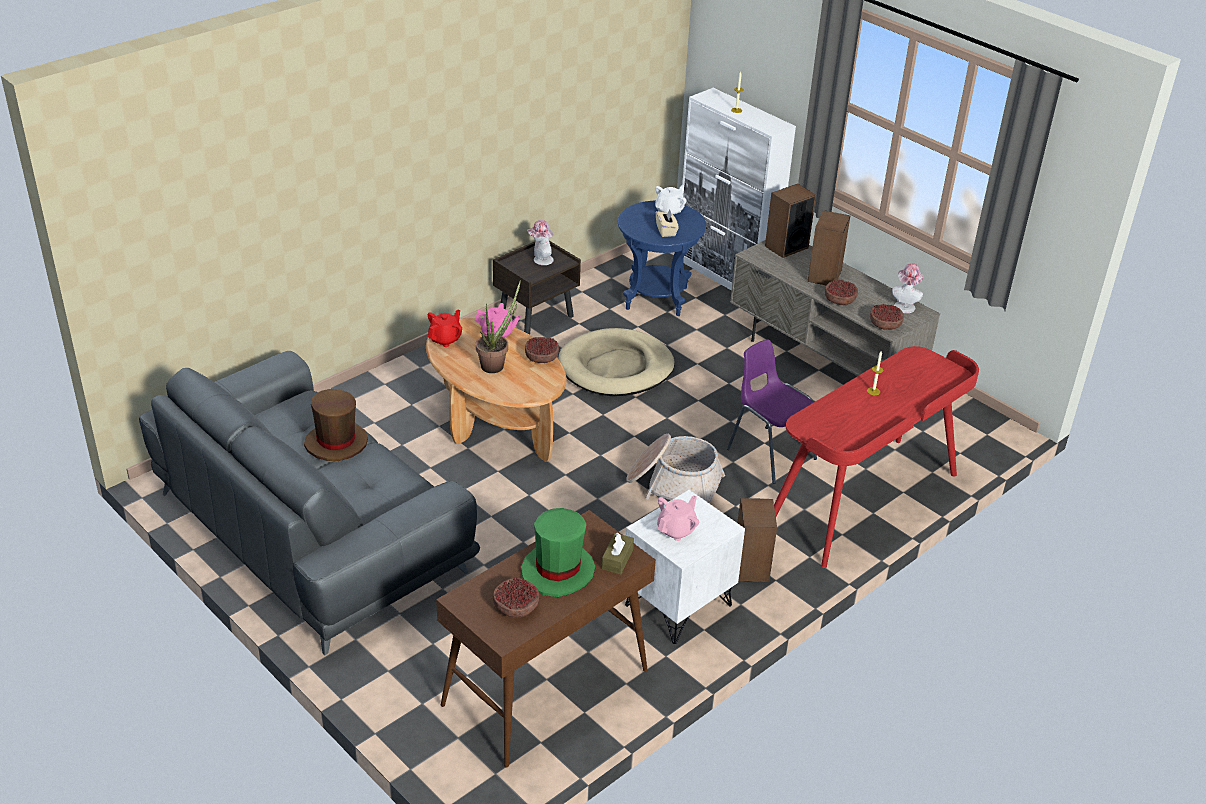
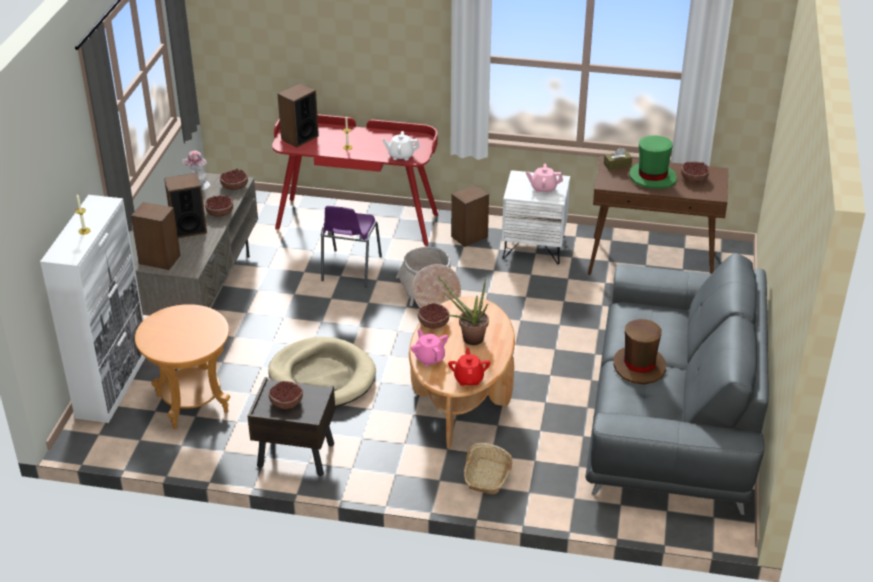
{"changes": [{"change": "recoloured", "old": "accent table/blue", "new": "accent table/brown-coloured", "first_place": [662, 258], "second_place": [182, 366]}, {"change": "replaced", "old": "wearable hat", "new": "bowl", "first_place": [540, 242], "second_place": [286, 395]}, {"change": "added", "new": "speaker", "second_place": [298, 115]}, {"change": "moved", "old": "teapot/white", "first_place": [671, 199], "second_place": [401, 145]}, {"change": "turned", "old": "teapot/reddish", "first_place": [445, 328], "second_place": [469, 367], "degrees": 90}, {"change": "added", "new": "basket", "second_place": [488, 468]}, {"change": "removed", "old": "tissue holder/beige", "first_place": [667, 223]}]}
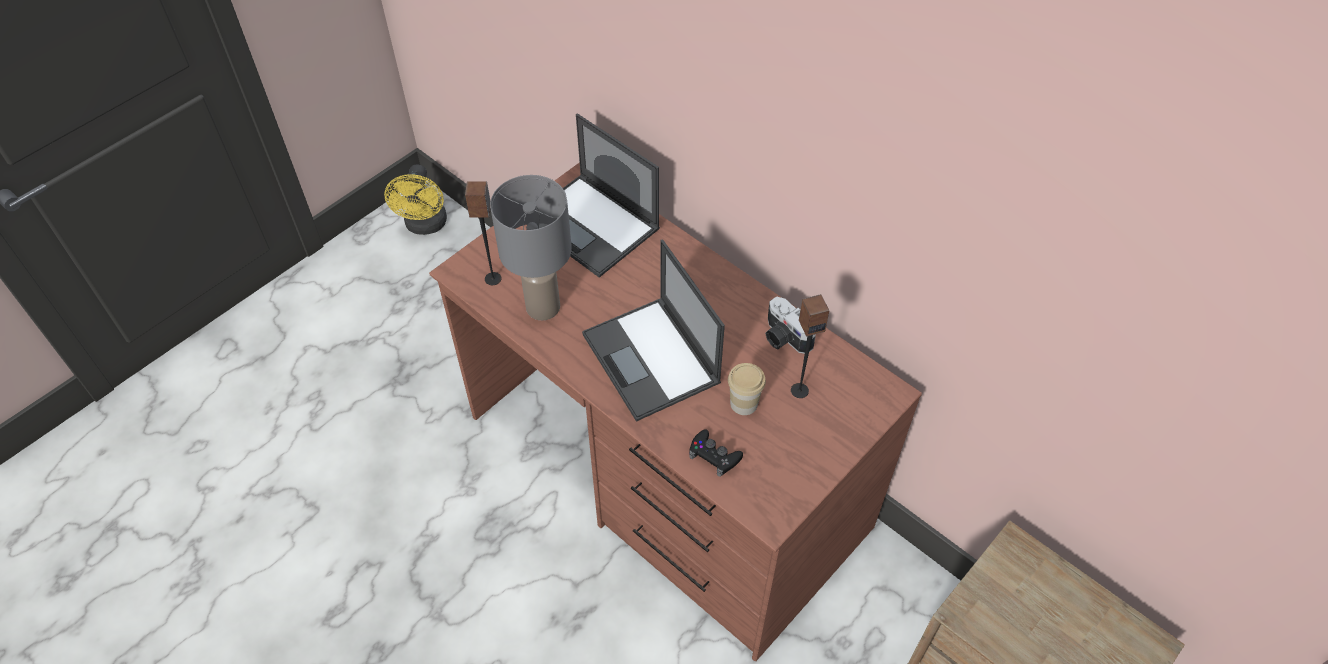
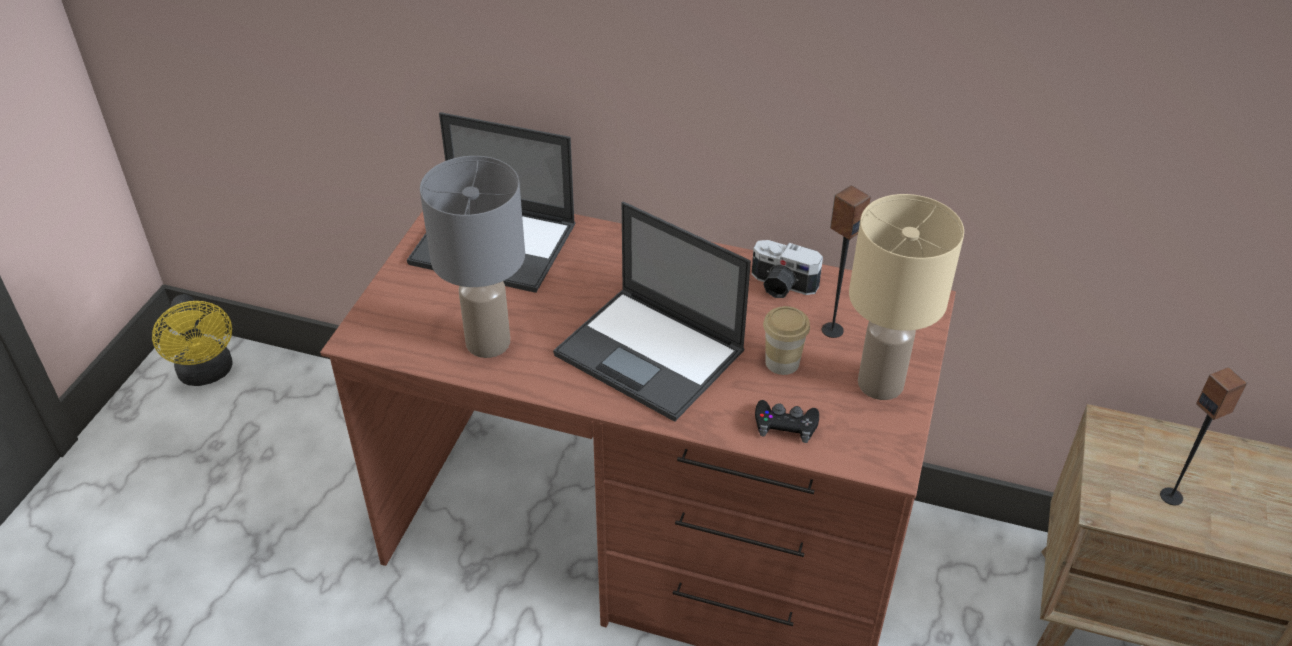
{"changes": [{"change": "added", "new": "lamp for a table/beige", "second_place": [906, 297]}, {"change": "moved", "old": "speaker", "first_place": [483, 233], "second_place": [1203, 436]}]}
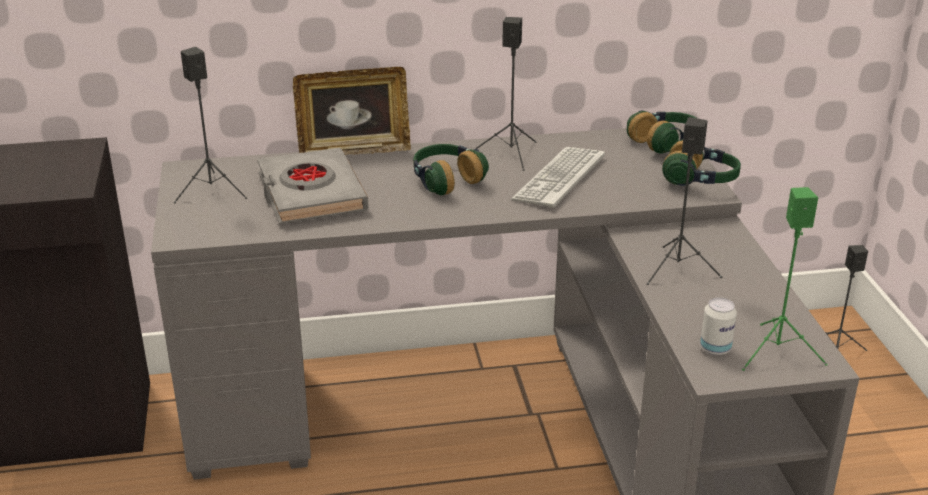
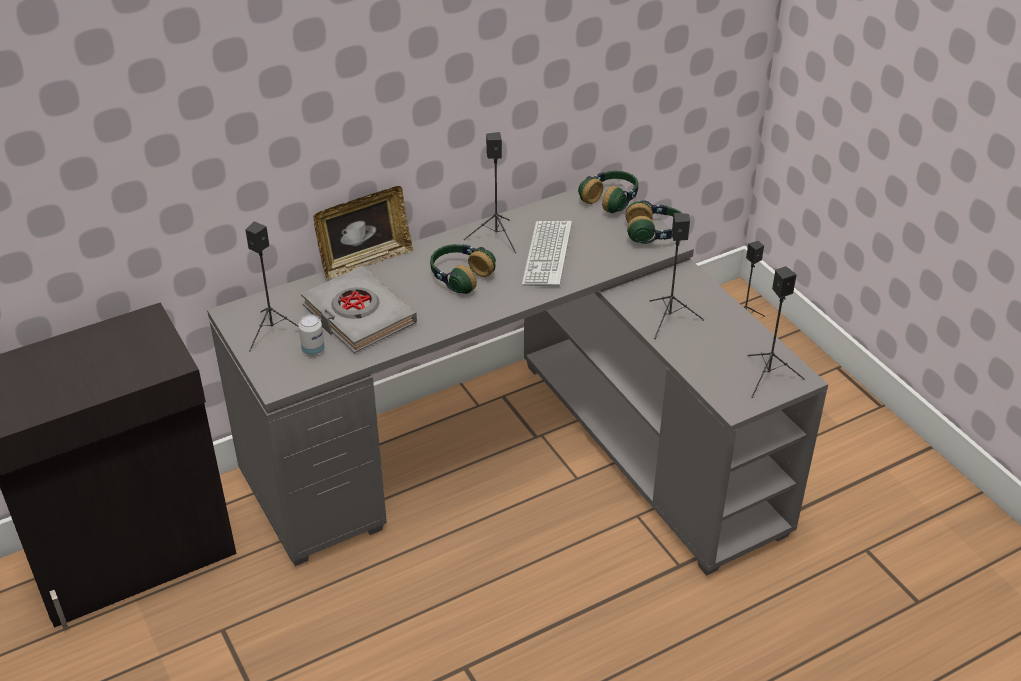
{"changes": [{"change": "moved", "old": "can", "first_place": [718, 326], "second_place": [311, 335]}, {"change": "recoloured", "old": "speaker/greenish", "new": "speaker/black", "first_place": [785, 279], "second_place": [776, 332]}]}
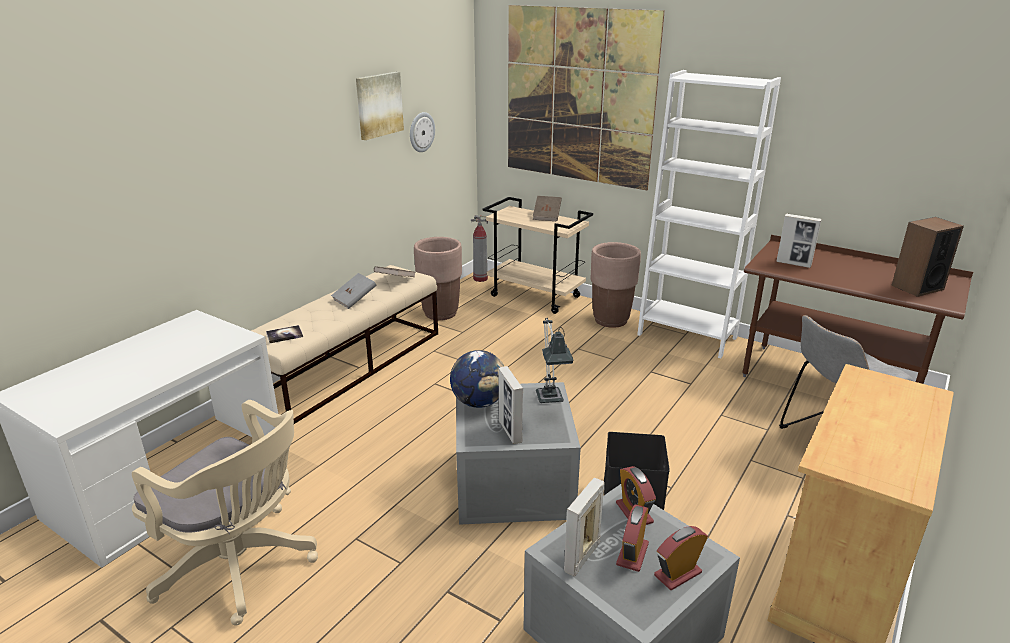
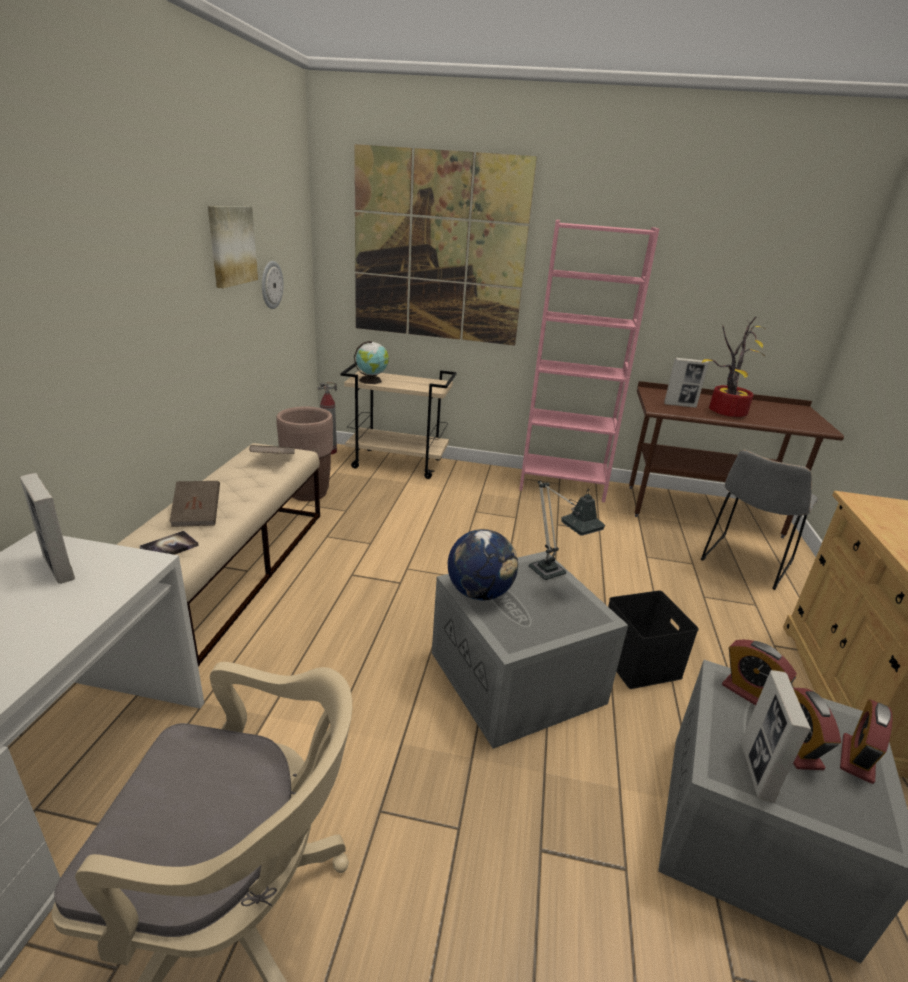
{"changes": [{"change": "moved", "old": "picture frame", "first_place": [511, 405], "second_place": [47, 528]}, {"change": "moved", "old": "book/brown-coloured", "first_place": [547, 208], "second_place": [194, 504]}, {"change": "added", "new": "desk globe", "second_place": [371, 362]}, {"change": "recoloured", "old": "shelving unit/white", "new": "shelving unit/pink-coloured", "first_place": [709, 214], "second_place": [589, 361]}, {"change": "added", "new": "houseplant", "second_place": [734, 367]}, {"change": "removed", "old": "book/grey", "first_place": [354, 291]}, {"change": "removed", "old": "plant pot/brown-coloured", "first_place": [616, 285]}, {"change": "removed", "old": "speaker", "first_place": [927, 257]}]}
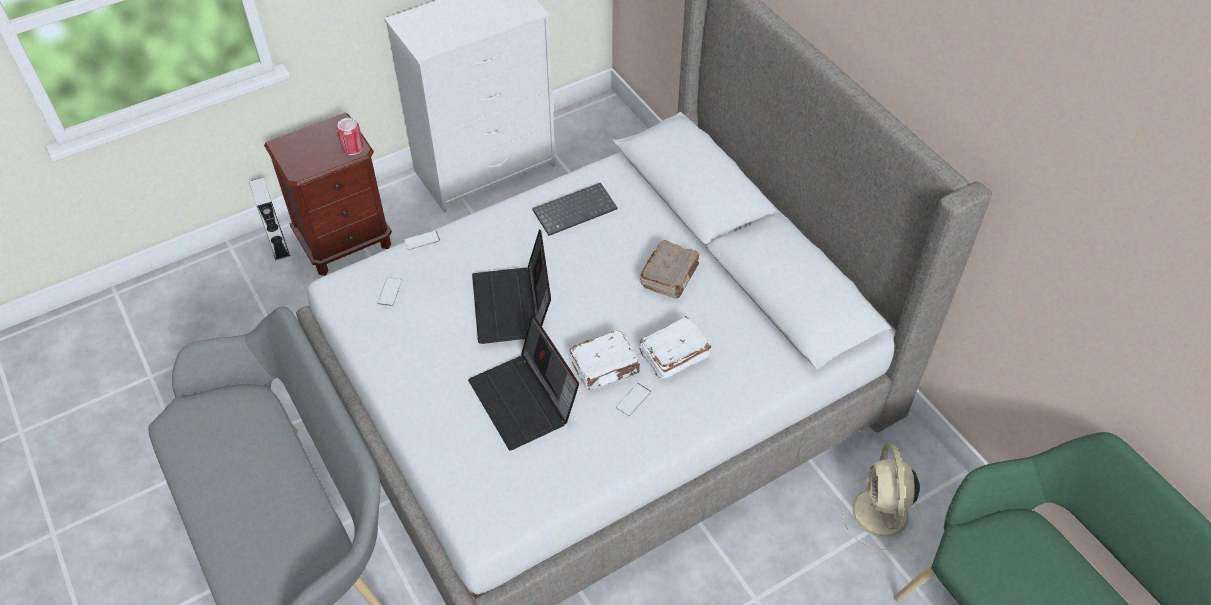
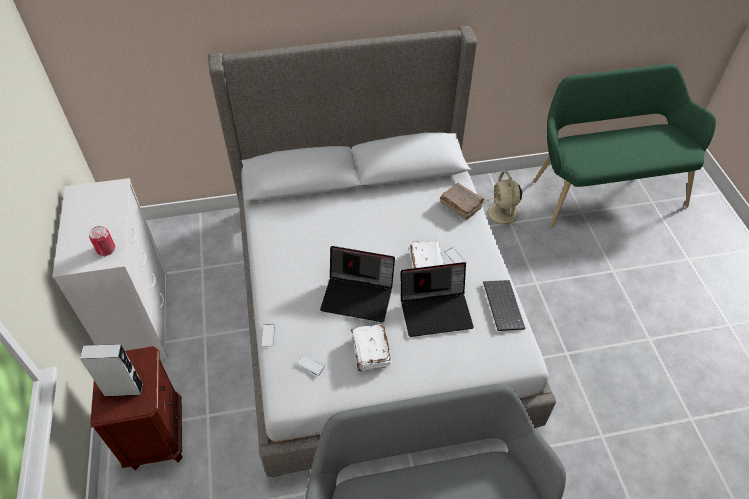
{"changes": [{"change": "moved", "old": "speaker/grey", "first_place": [269, 219], "second_place": [111, 370]}, {"change": "moved", "old": "can", "first_place": [349, 136], "second_place": [102, 241]}, {"change": "moved", "old": "book/white", "first_place": [675, 347], "second_place": [371, 347]}, {"change": "moved", "old": "book/brown-coloured", "first_place": [669, 269], "second_place": [462, 201]}, {"change": "turned", "old": "cooling fan/beige", "first_place": [882, 497], "second_place": [504, 200], "degrees": 60}, {"change": "moved", "old": "computer keyboard", "first_place": [575, 209], "second_place": [504, 305]}]}
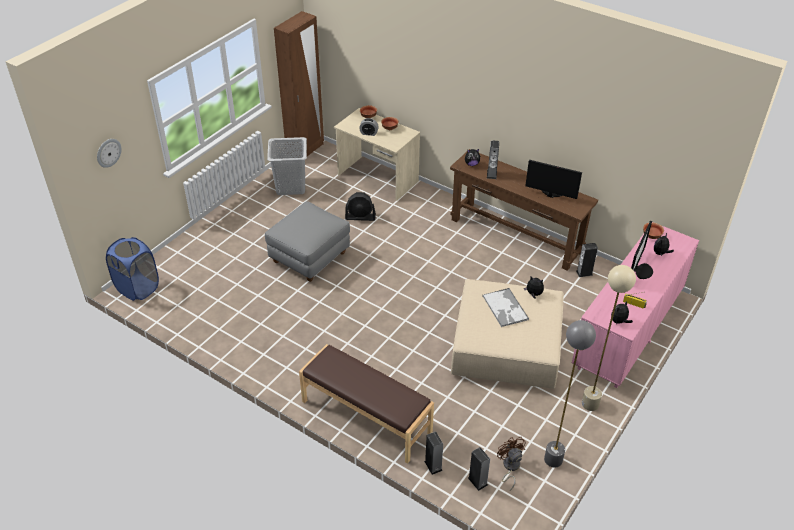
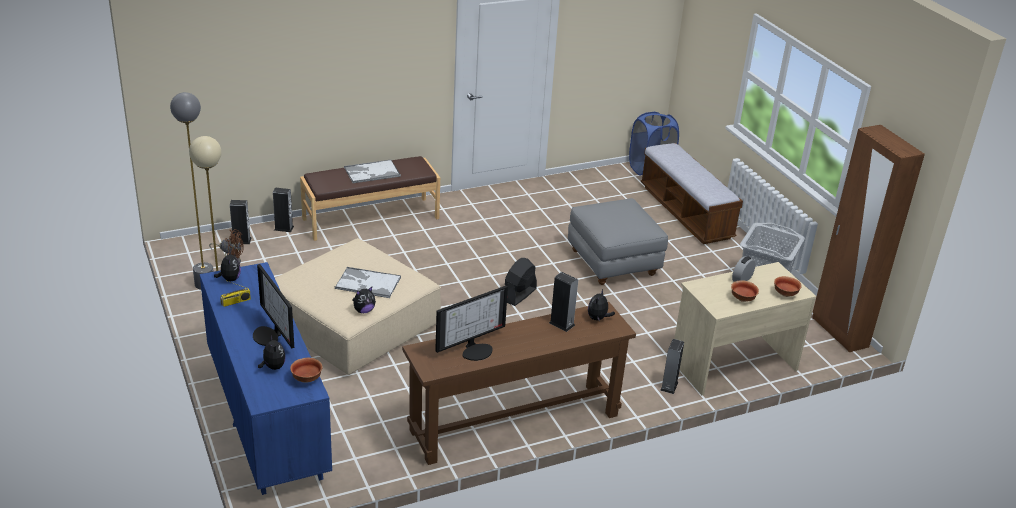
{"changes": [{"change": "recoloured", "old": "drawer chest/pink-coloured", "new": "drawer chest/blue", "first_place": [635, 305], "second_place": [266, 378]}, {"change": "added", "new": "tray", "second_place": [372, 171]}, {"change": "moved", "old": "cooling fan/black", "first_place": [360, 206], "second_place": [521, 282]}, {"change": "added", "new": "bench", "second_place": [692, 193]}, {"change": "moved", "old": "speaker", "first_place": [587, 260], "second_place": [672, 366]}, {"change": "removed", "old": "wall clock", "first_place": [109, 153]}]}
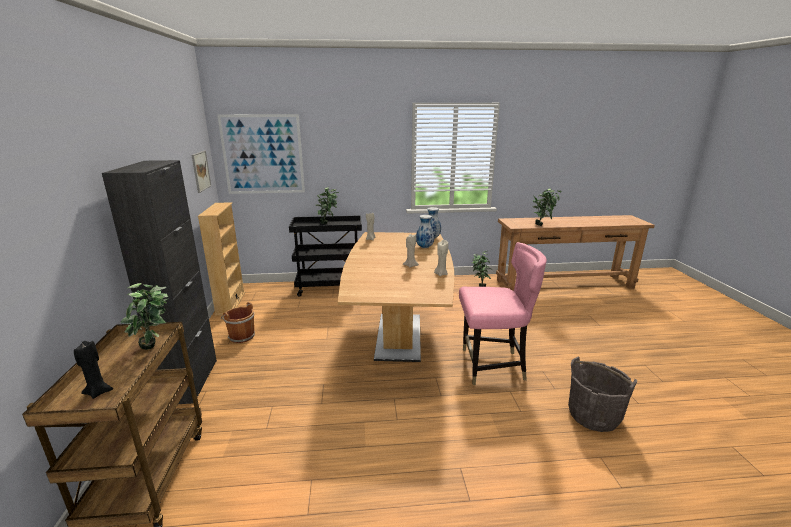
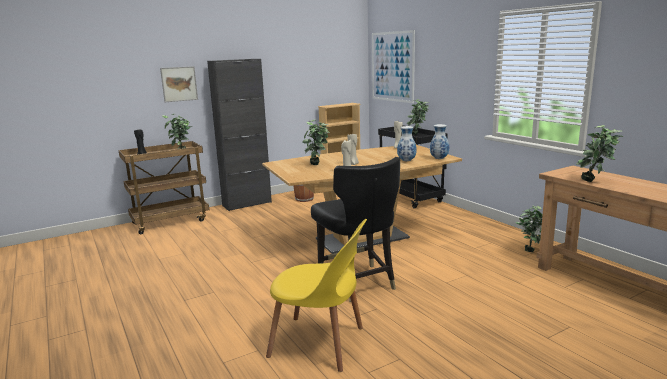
{"changes": [{"change": "moved", "old": "picture", "first_place": [201, 172], "second_place": [179, 84]}, {"change": "replaced", "old": "water bucket/grey", "new": "chair/yellowish", "first_place": [602, 394], "second_place": [316, 295]}, {"change": "added", "new": "houseplant", "second_place": [316, 142]}, {"change": "recoloured", "old": "chair/pink-coloured", "new": "chair/black", "first_place": [503, 313], "second_place": [355, 229]}]}
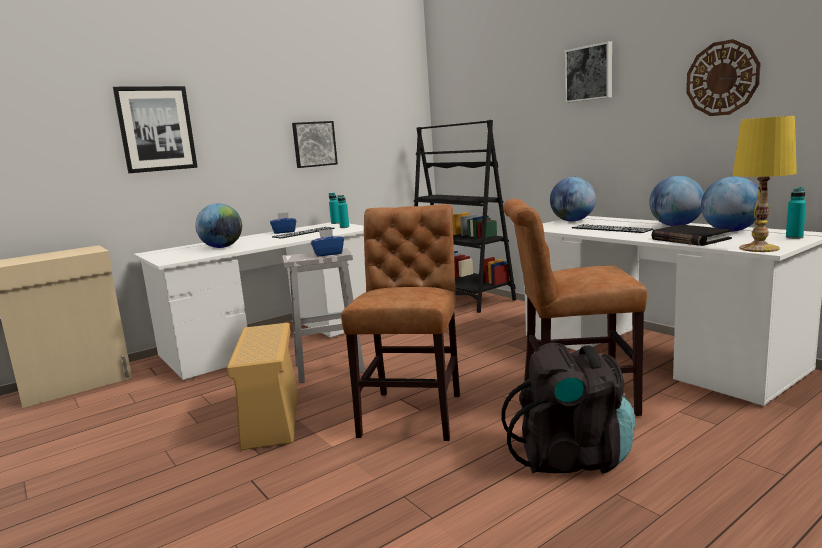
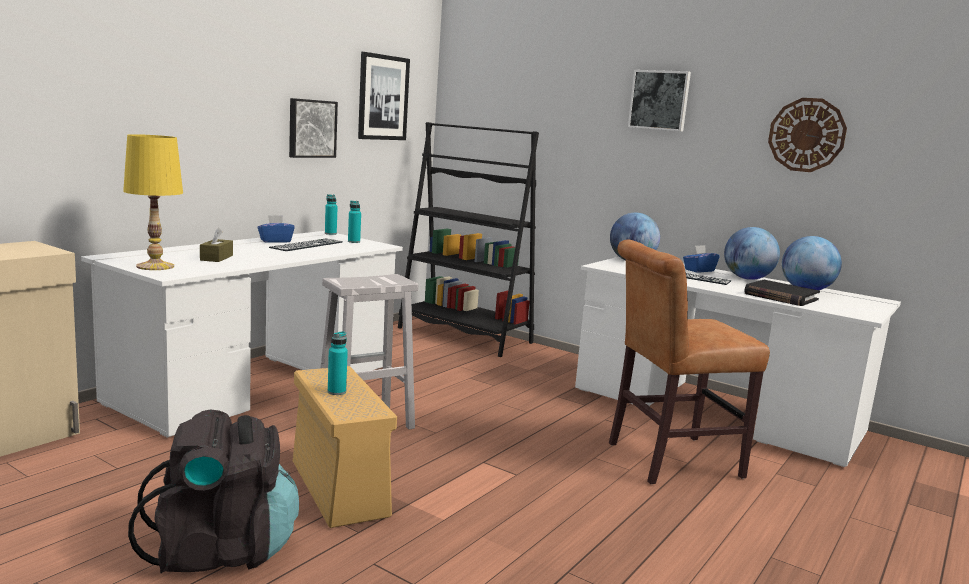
{"changes": [{"change": "moved", "old": "lamp for a table/yellowish", "first_place": [765, 184], "second_place": [153, 202]}, {"change": "moved", "old": "backpack/black", "first_place": [568, 408], "second_place": [213, 491]}, {"change": "replaced", "old": "desk globe", "new": "tissue holder/brown-coloured", "first_place": [218, 225], "second_place": [216, 244]}, {"change": "moved", "old": "drink bottle/turquoise-coloured", "first_place": [796, 213], "second_place": [338, 363]}, {"change": "moved", "old": "picture", "first_place": [155, 129], "second_place": [384, 96]}, {"change": "moved", "old": "tissue holder/blue", "first_place": [327, 243], "second_place": [701, 259]}, {"change": "removed", "old": "chair/brown-coloured", "first_place": [400, 322]}]}
